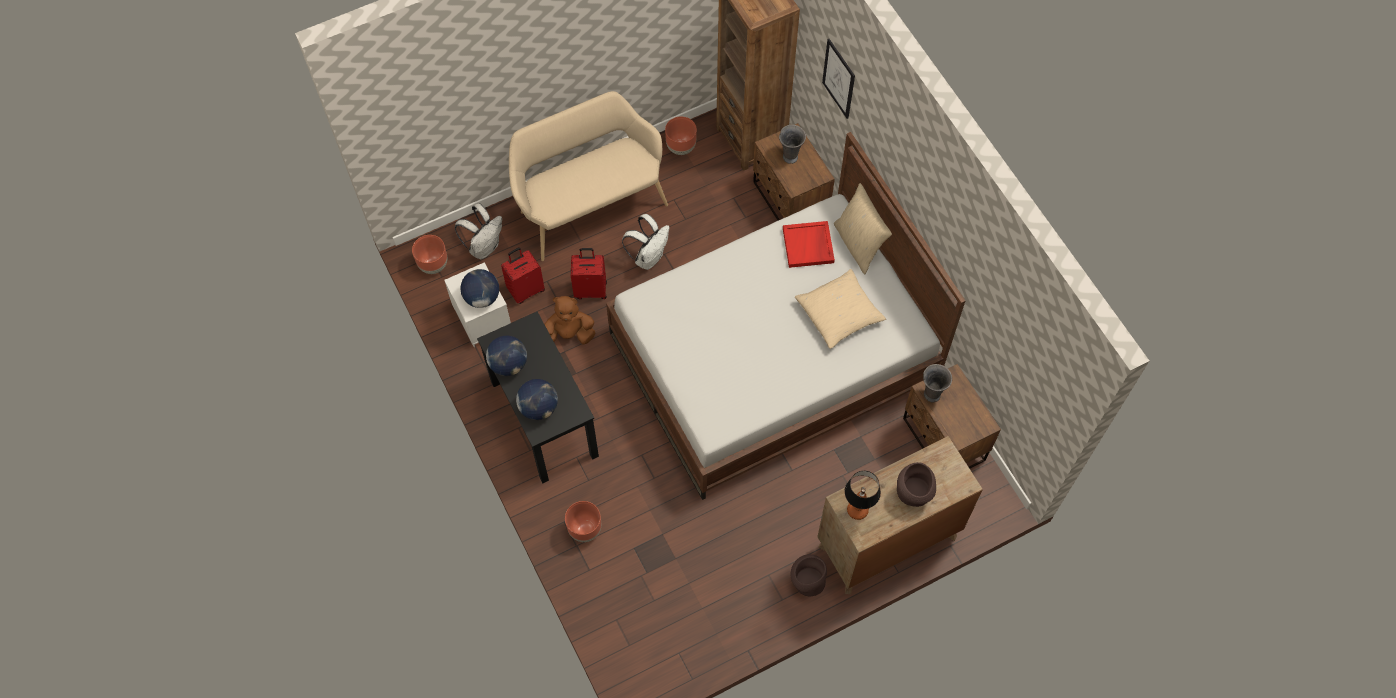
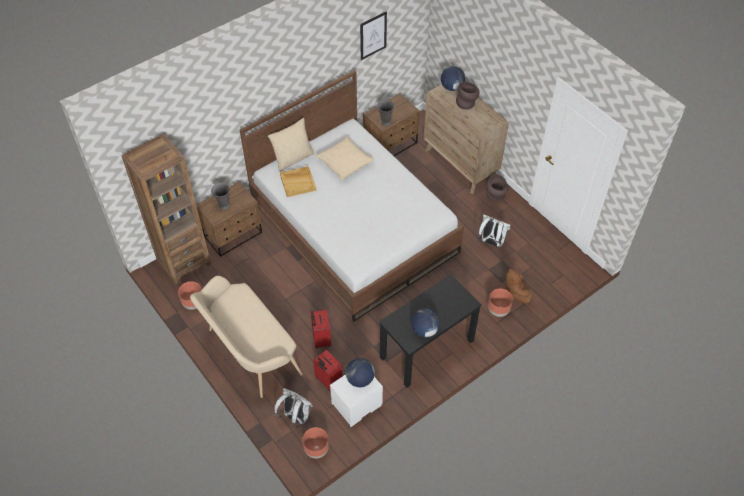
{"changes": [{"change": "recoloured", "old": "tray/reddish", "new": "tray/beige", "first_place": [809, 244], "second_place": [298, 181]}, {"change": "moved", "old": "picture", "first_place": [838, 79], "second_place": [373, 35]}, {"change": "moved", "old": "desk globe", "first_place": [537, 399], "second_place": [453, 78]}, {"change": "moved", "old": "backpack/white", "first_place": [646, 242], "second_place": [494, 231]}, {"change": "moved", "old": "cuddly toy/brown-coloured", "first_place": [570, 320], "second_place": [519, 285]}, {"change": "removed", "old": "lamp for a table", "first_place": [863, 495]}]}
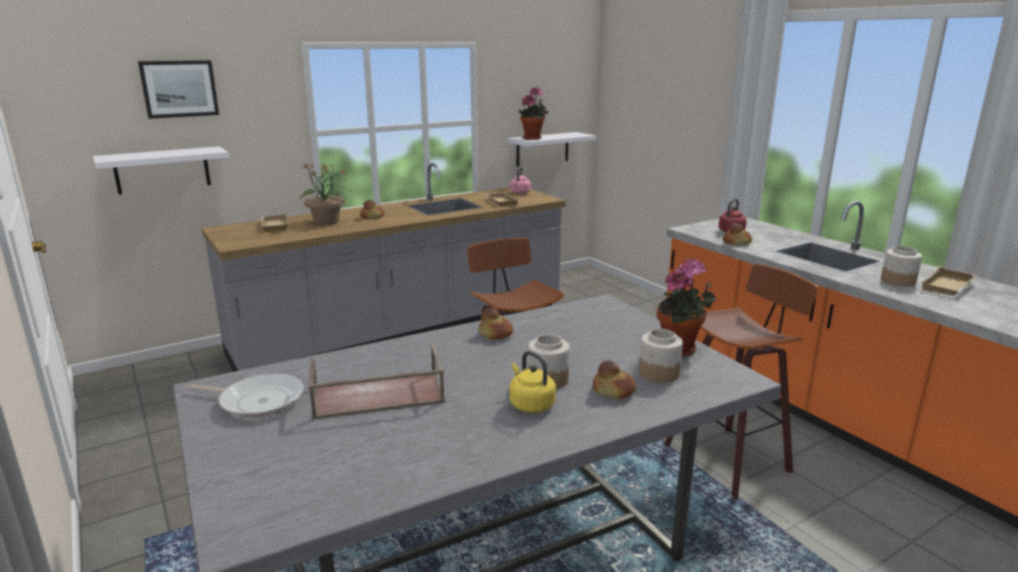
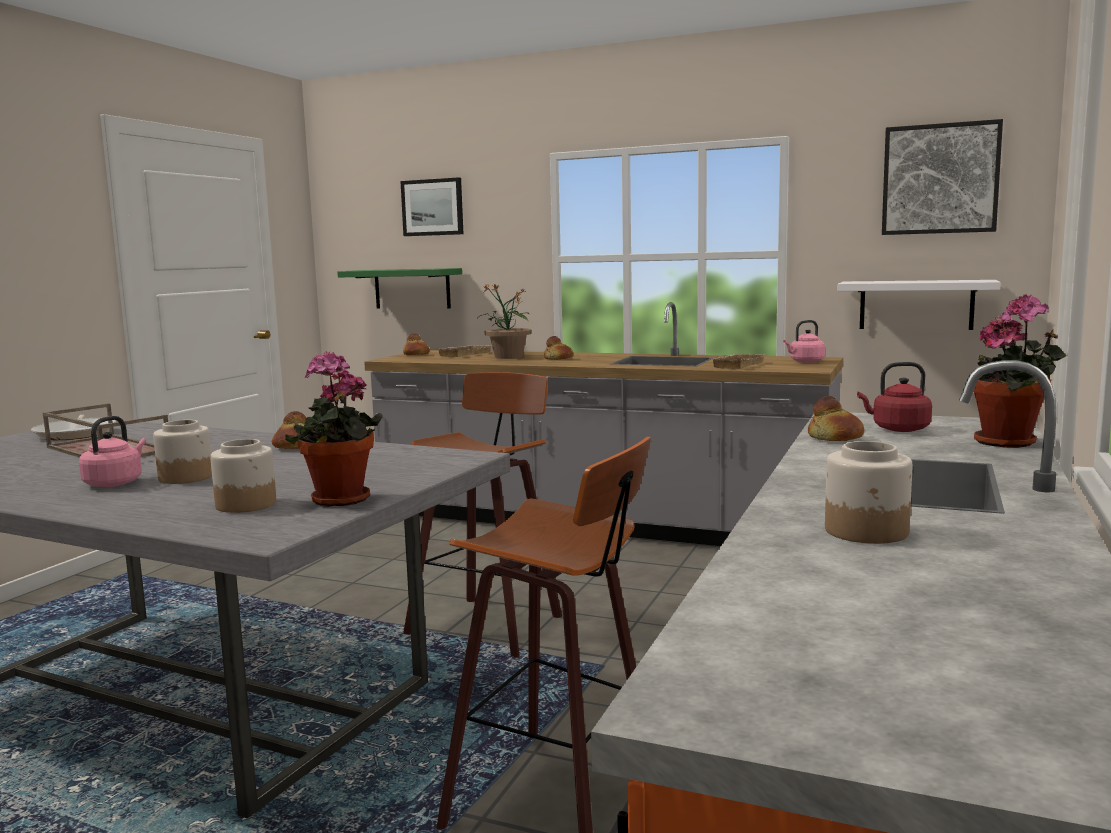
{"changes": [{"change": "recoloured", "old": "tea kettle/yellowish", "new": "tea kettle/pink-coloured", "first_place": [532, 382], "second_place": [112, 451]}, {"change": "recoloured", "old": "shelf/white", "new": "shelf/greenish", "first_place": [161, 170], "second_place": [399, 288]}, {"change": "moved", "old": "bakery bread", "first_place": [614, 379], "second_place": [416, 344]}, {"change": "added", "new": "picture", "second_place": [942, 177]}, {"change": "moved", "old": "houseplant", "first_place": [533, 113], "second_place": [1020, 371]}, {"change": "removed", "old": "tray/beige", "first_place": [948, 281]}]}
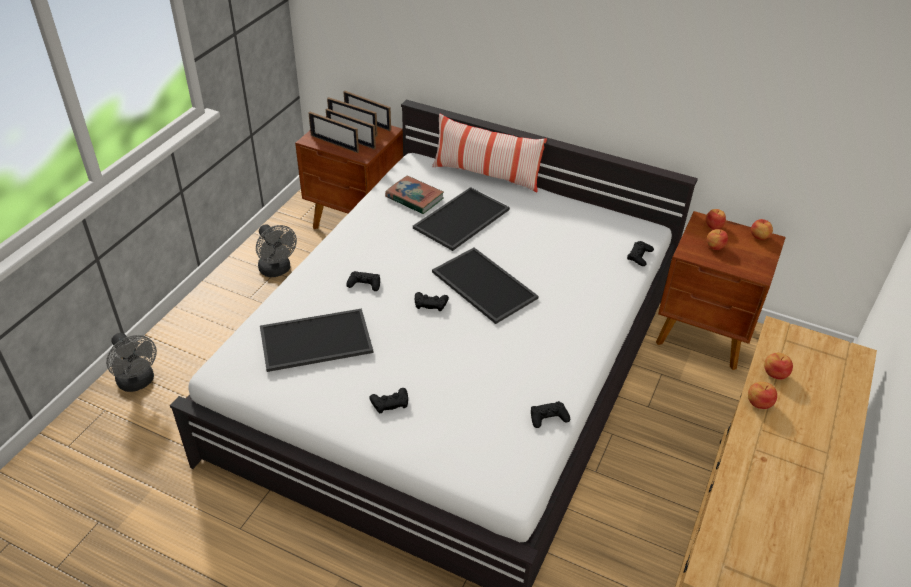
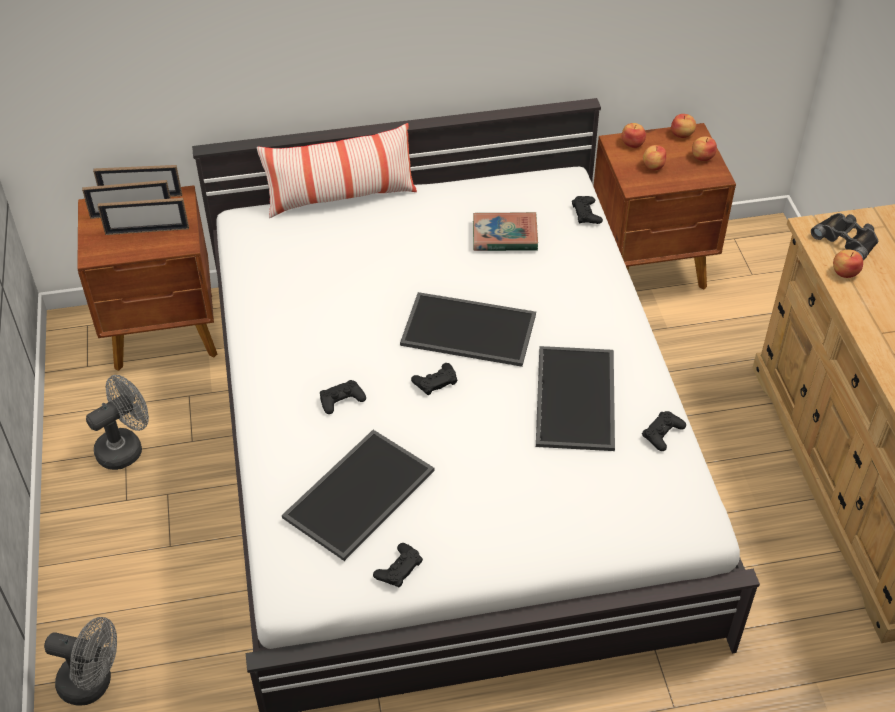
{"changes": [{"change": "turned", "old": "cooling fan/grey", "first_place": [276, 250], "second_place": [117, 422], "degrees": -60}, {"change": "moved", "old": "gamepad/black", "first_place": [388, 400], "second_place": [398, 565]}, {"change": "moved", "old": "book", "first_place": [414, 195], "second_place": [505, 231]}, {"change": "moved", "old": "tray", "first_place": [461, 219], "second_place": [575, 398]}, {"change": "moved", "old": "apple fruit", "first_place": [762, 395], "second_place": [704, 148]}, {"change": "added", "new": "field glasses/black", "second_place": [844, 236]}, {"change": "removed", "old": "picture frame", "first_place": [333, 132]}]}
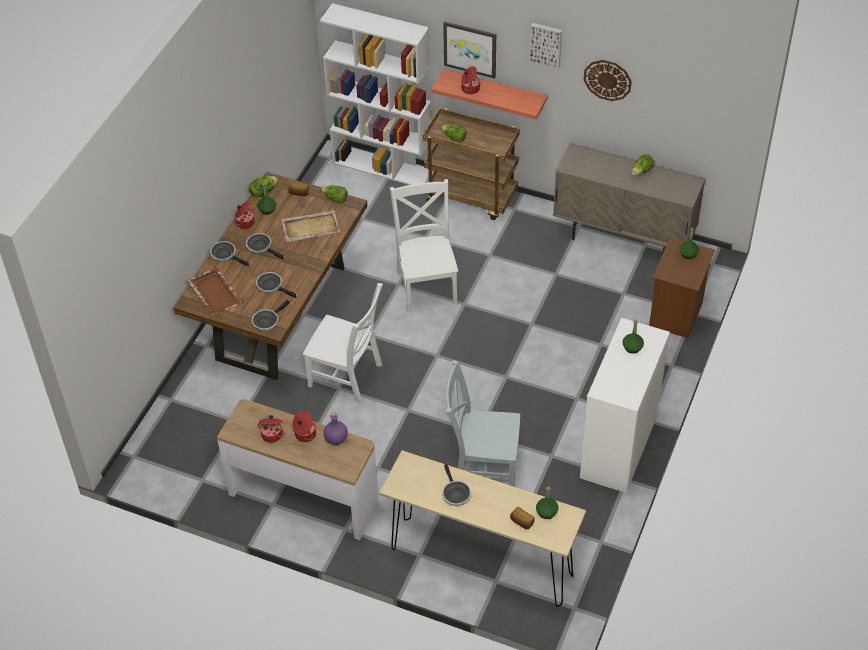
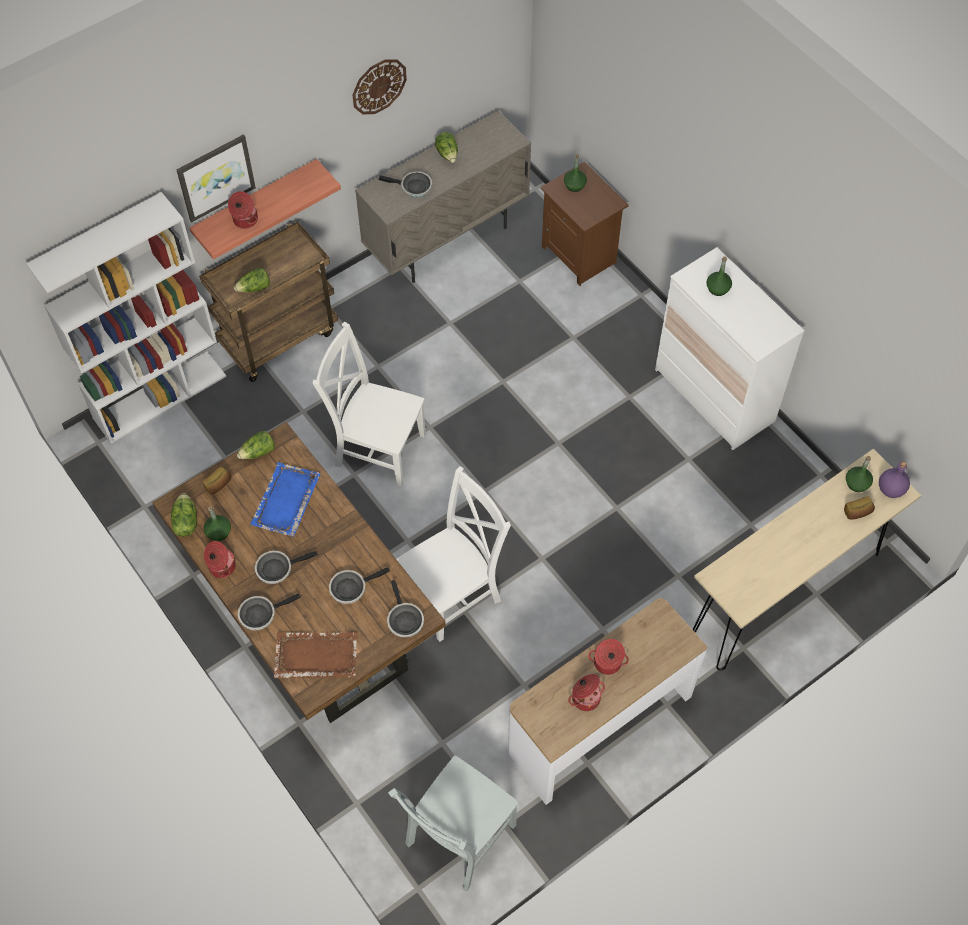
{"changes": [{"change": "recoloured", "old": "tray/beige", "new": "tray/blue", "first_place": [310, 226], "second_place": [285, 499]}, {"change": "moved", "old": "skillet", "first_place": [456, 485], "second_place": [405, 184]}, {"change": "moved", "old": "chair/grey", "first_place": [483, 423], "second_place": [453, 823]}, {"change": "moved", "old": "drink bottle/purple-coloured", "first_place": [336, 429], "second_place": [894, 479]}, {"change": "removed", "old": "picture", "first_place": [546, 46]}]}
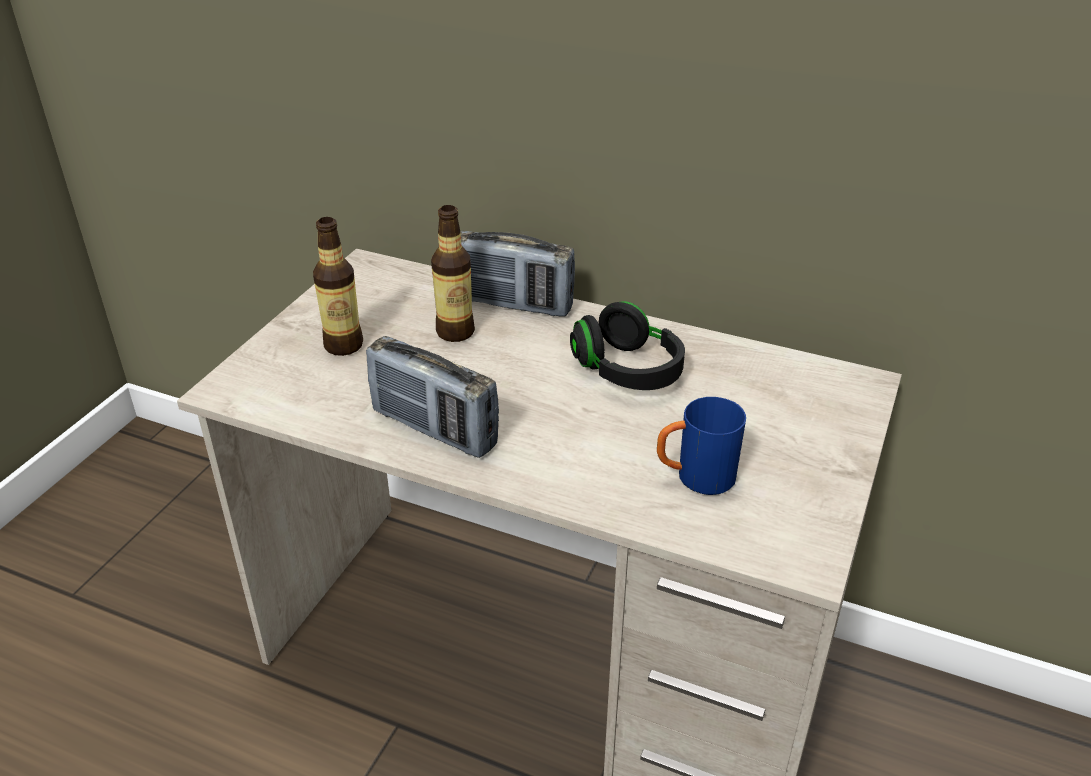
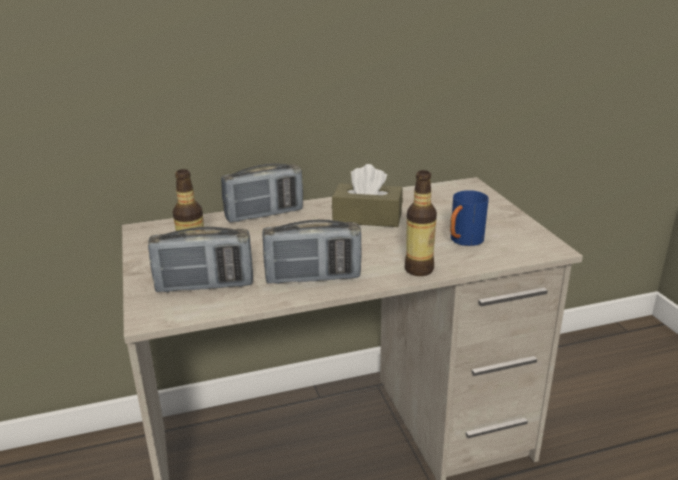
{"changes": [{"change": "added", "new": "radio receiver", "second_place": [200, 260]}, {"change": "replaced", "old": "pair of headphones/black", "new": "tissue holder/brown-coloured", "first_place": [627, 345], "second_place": [367, 195]}, {"change": "moved", "old": "drink bottle", "first_place": [453, 273], "second_place": [421, 223]}]}
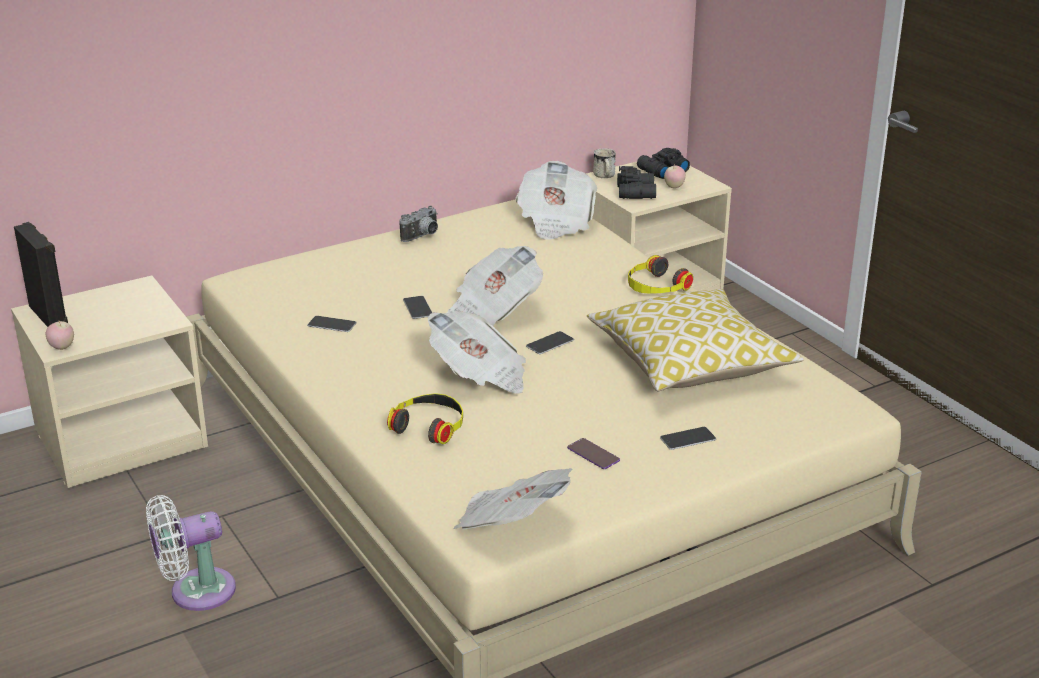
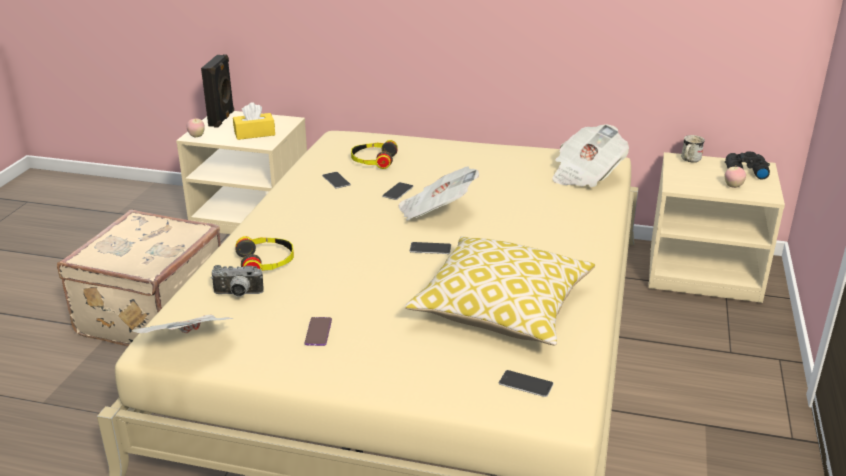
{"changes": [{"change": "replaced", "old": "cooling fan/white", "new": "travel case/beige", "first_place": [191, 553], "second_place": [139, 278]}, {"change": "moved", "old": "photo camera", "first_place": [419, 224], "second_place": [237, 281]}, {"change": "added", "new": "tissue holder/yellowish", "second_place": [254, 121]}, {"change": "moved", "old": "pair of headphones", "first_place": [660, 274], "second_place": [374, 154]}, {"change": "moved", "old": "phone", "first_place": [688, 438], "second_place": [526, 383]}, {"change": "removed", "old": "newspaper", "first_place": [477, 352]}, {"change": "removed", "old": "field glasses/black", "first_place": [636, 182]}]}
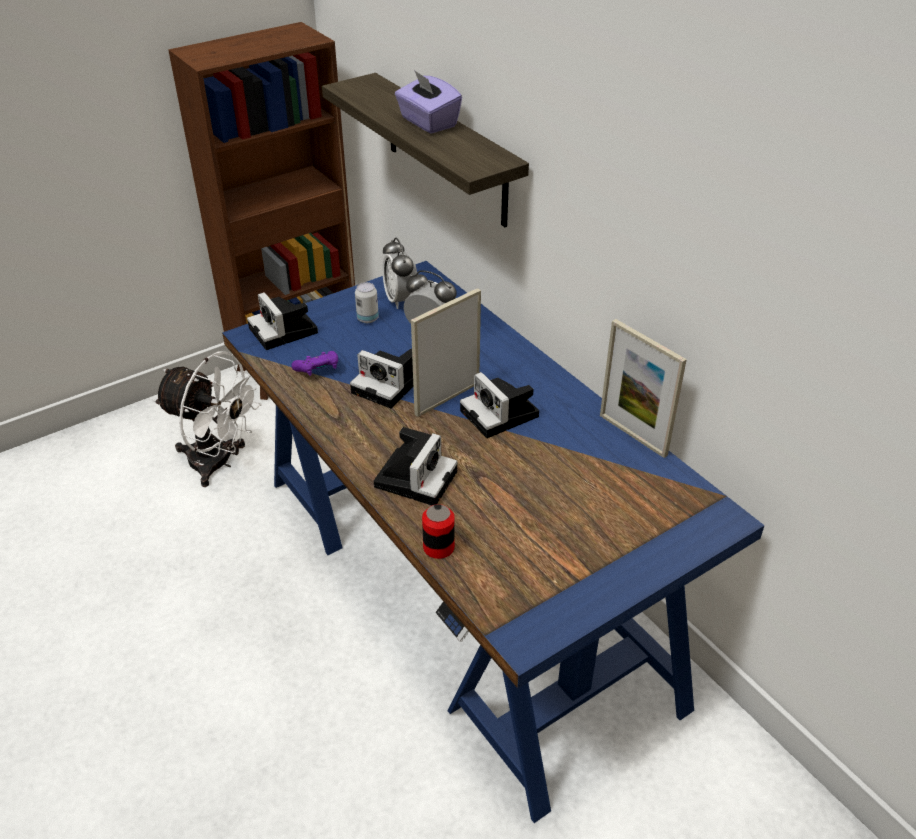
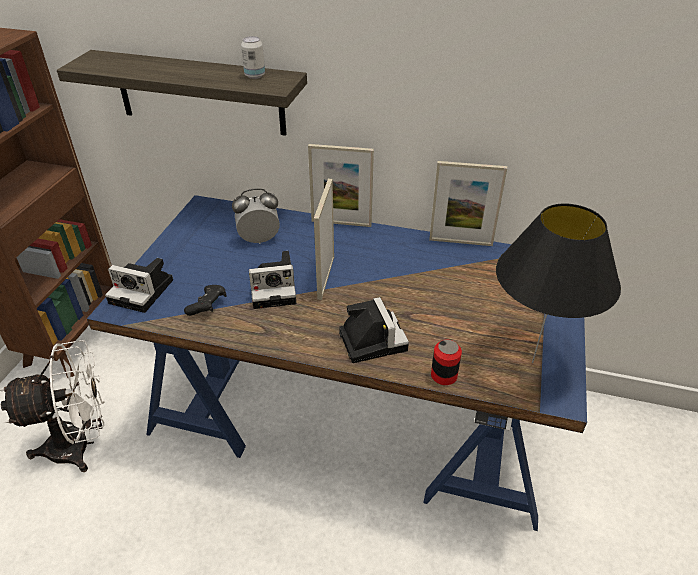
{"changes": [{"change": "recoloured", "old": "gamepad/purple-coloured", "new": "gamepad/black", "first_place": [314, 363], "second_place": [205, 300]}, {"change": "moved", "old": "can", "first_place": [367, 302], "second_place": [253, 57]}, {"change": "added", "new": "picture frame", "second_place": [341, 185]}, {"change": "added", "new": "lamp for a table/black", "second_place": [558, 283]}, {"change": "removed", "old": "table clock", "first_place": [399, 273]}, {"change": "removed", "old": "tissue holder/purple-coloured", "first_place": [428, 102]}, {"change": "removed", "old": "photo camera", "first_place": [499, 405]}]}
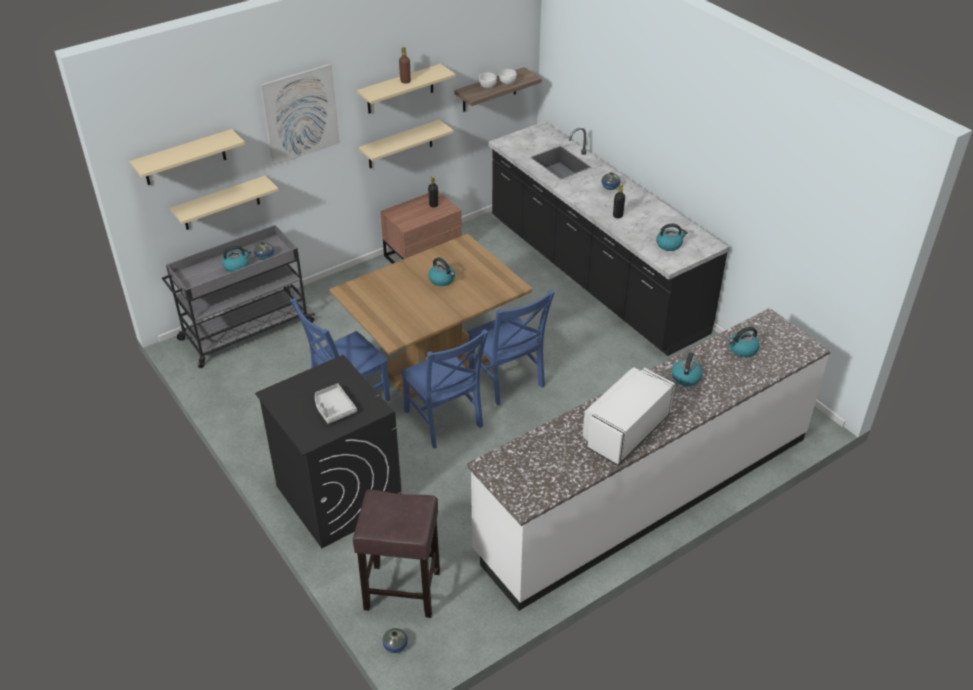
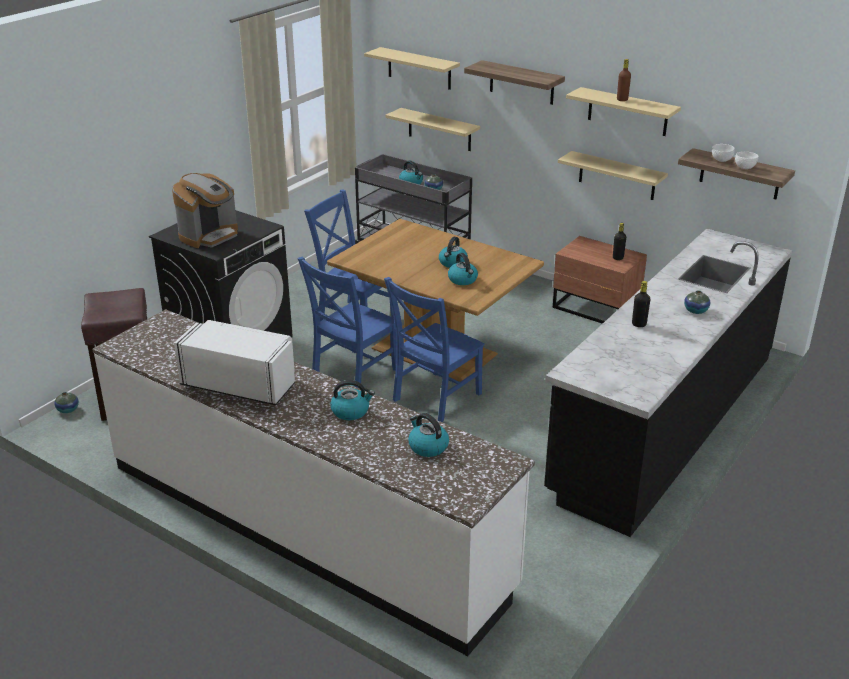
{"changes": [{"change": "replaced", "old": "tray/grey", "new": "coffee maker", "first_place": [336, 404], "second_place": [205, 210]}, {"change": "moved", "old": "tea kettle", "first_place": [672, 237], "second_place": [463, 269]}, {"change": "replaced", "old": "picture", "new": "shelf", "first_place": [300, 115], "second_place": [514, 82]}]}
